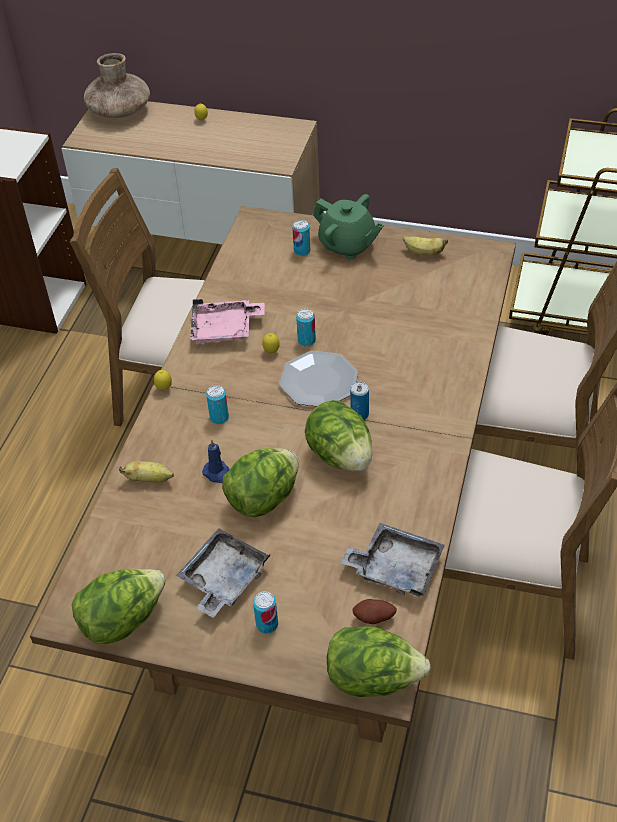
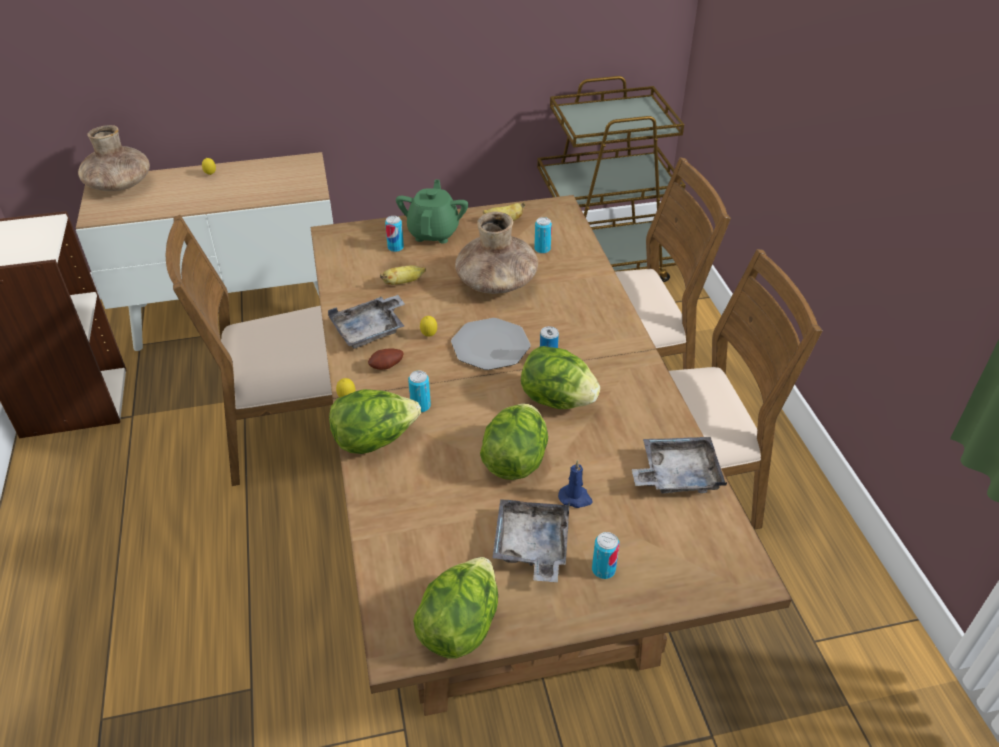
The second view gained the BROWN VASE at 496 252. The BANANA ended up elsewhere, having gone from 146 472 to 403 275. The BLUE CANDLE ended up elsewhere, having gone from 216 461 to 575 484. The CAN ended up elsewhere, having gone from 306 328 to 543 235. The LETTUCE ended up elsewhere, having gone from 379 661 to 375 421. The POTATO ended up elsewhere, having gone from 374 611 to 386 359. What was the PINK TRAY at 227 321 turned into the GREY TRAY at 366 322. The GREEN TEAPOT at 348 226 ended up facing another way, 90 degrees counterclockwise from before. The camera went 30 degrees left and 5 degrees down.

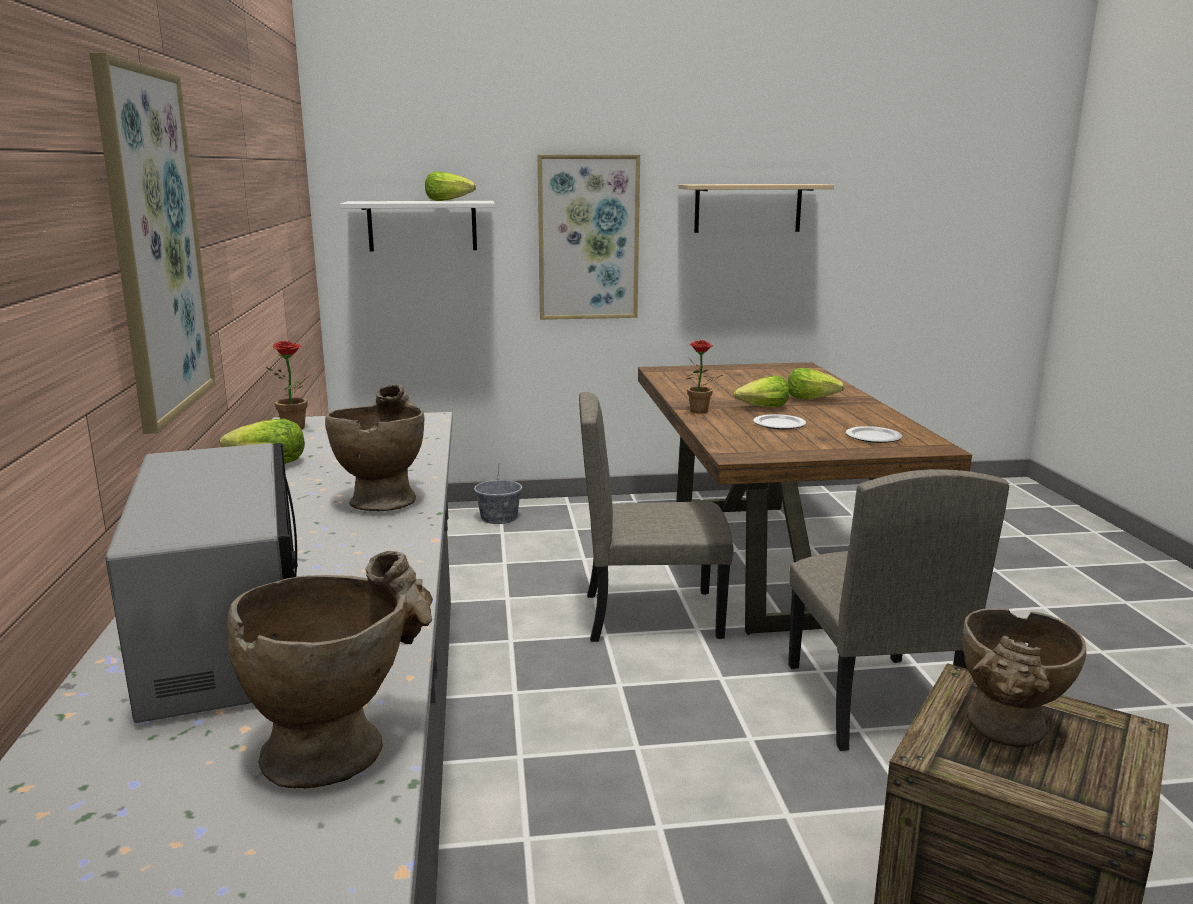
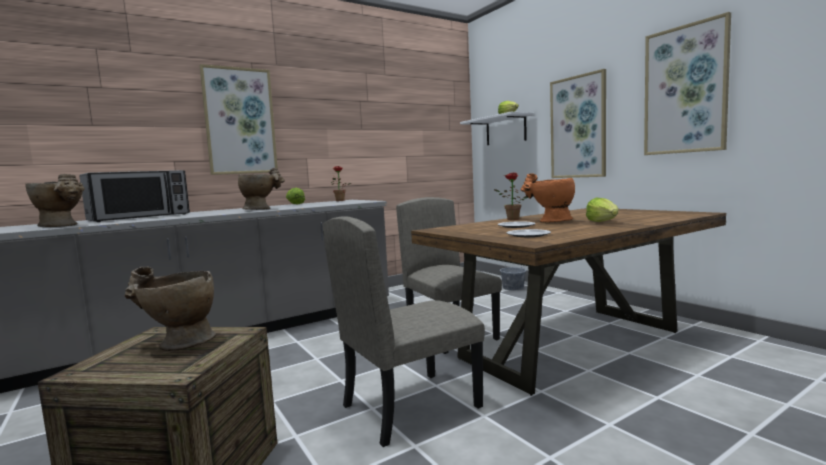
Where the BEIGE SHELF hung at 756 208, the PICTURE came to hang at 687 83. Where the LETTUCE stood at 761 391, the ORANGE VASE came to stand at 548 198. The camera went 65 degrees right and 10 degrees down.

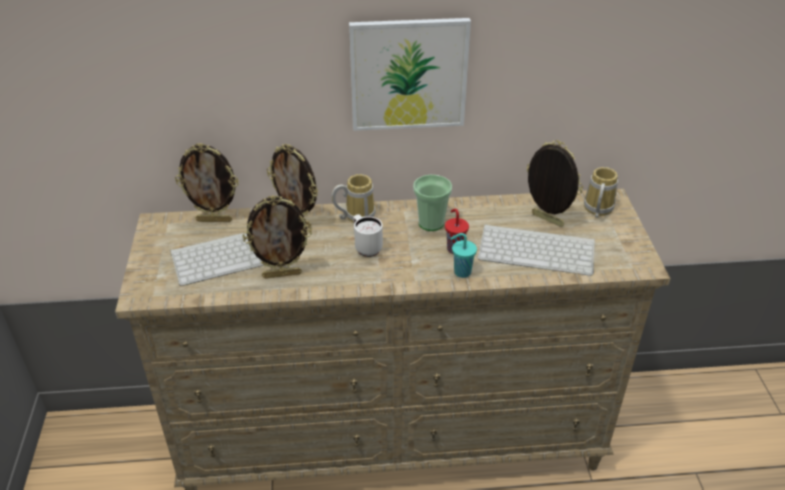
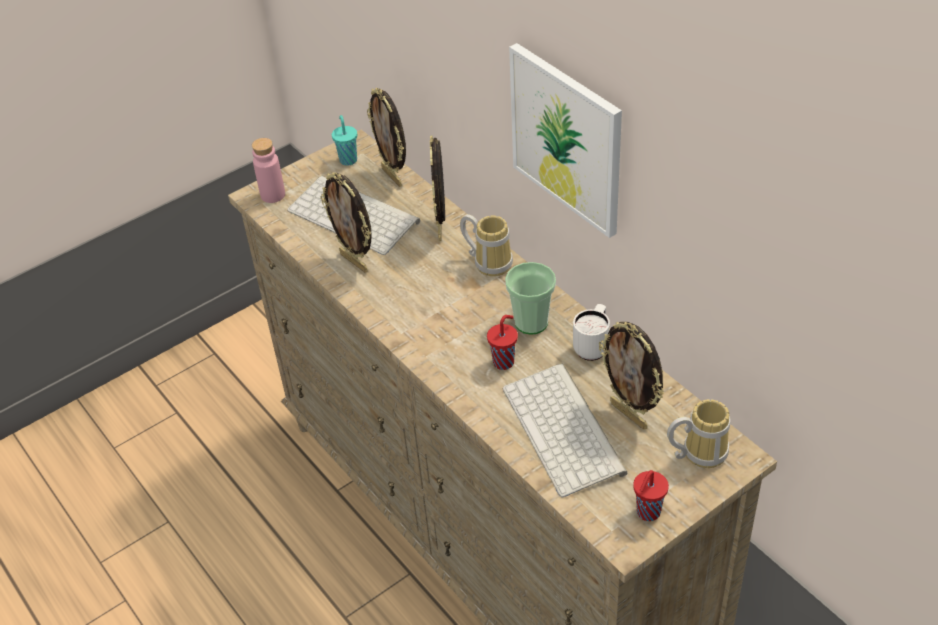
The second view gained the PINK BOTTLE at 268 170. The second view gained the RED CUP at 651 495. The WHITE MUG ended up elsewhere, having gone from 368 235 to 591 332. The TURQUOISE CUP ended up elsewhere, having gone from 463 255 to 344 140. The PICTURE FRAME at 555 183 ended up facing another way, 135 degrees clockwise from before. The camera went 60 degrees right and 5 degrees up.

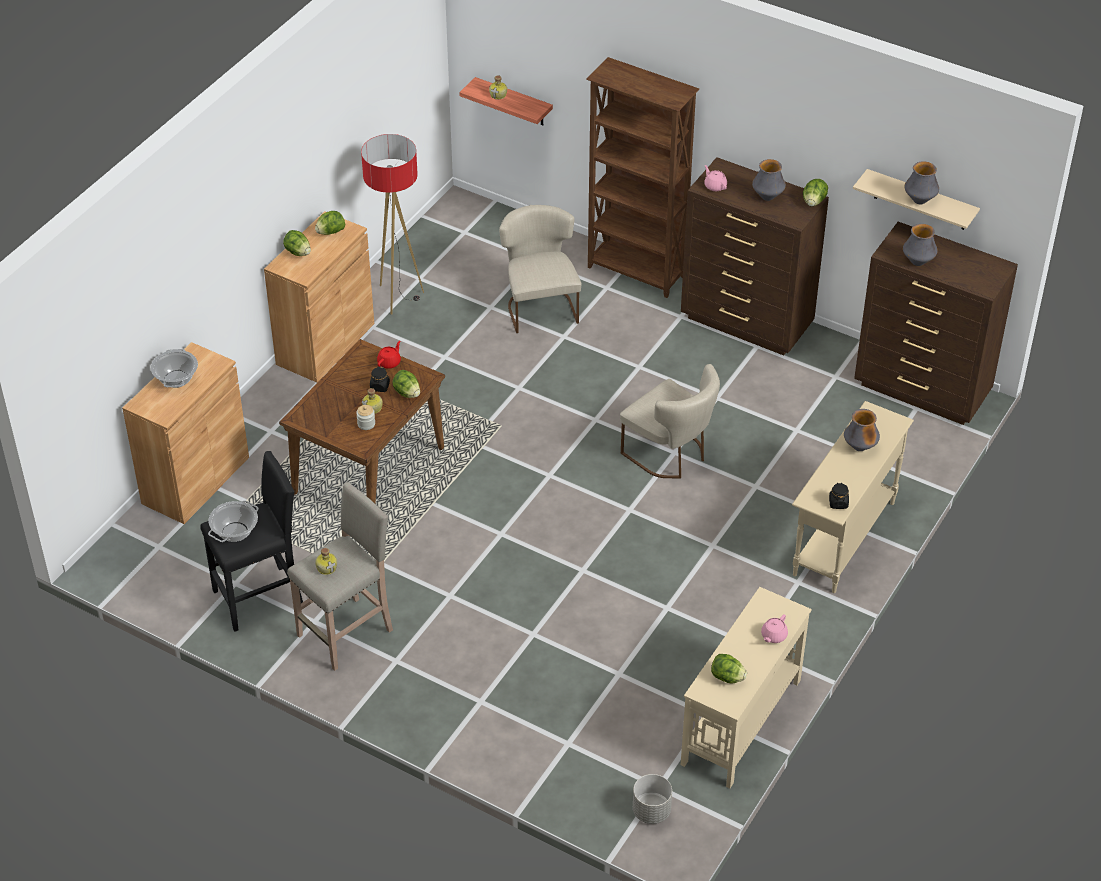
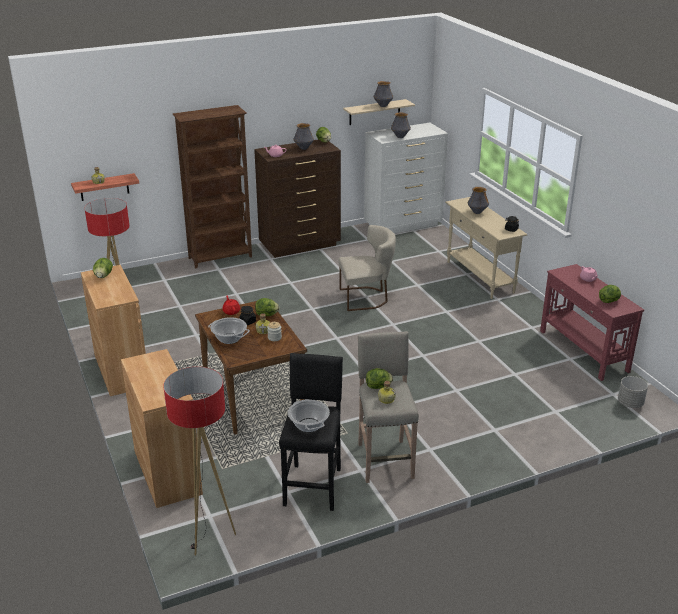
The second view lost the BEIGE CHAIR at 540 269. The second view gained the FLOOR LAMP at 199 461. The COOKING POT ended up elsewhere, having gone from 174 368 to 229 330. The LETTUCE ended up elsewhere, having gone from 297 243 to 379 378. What was the BEIGE CONSOLE TABLE at 746 687 turned into the RED CONSOLE TABLE at 592 322. What was the BROWN DRESSER at 936 323 turned into the WHITE DRESSER at 406 178. The camera went 55 degrees left and 15 degrees down.

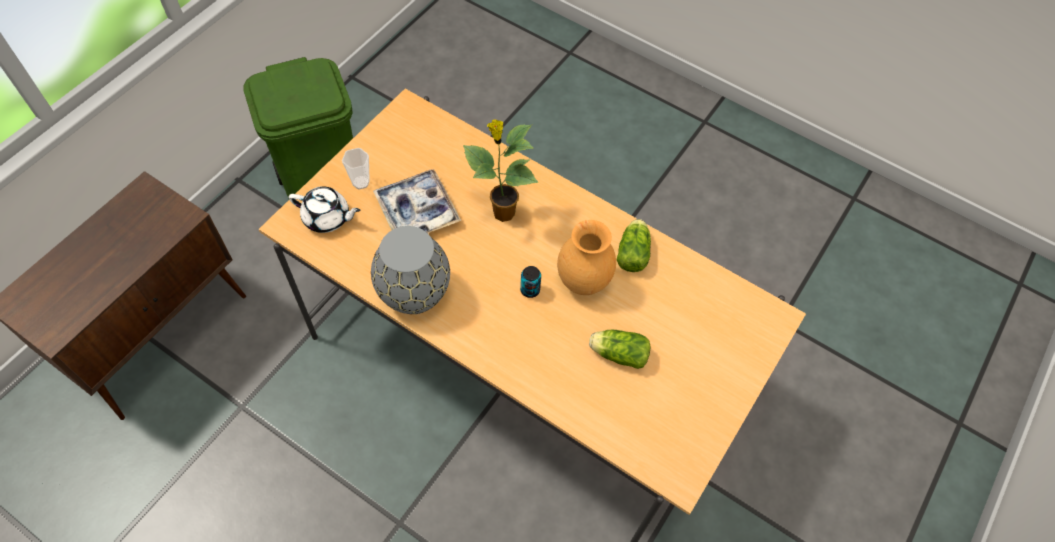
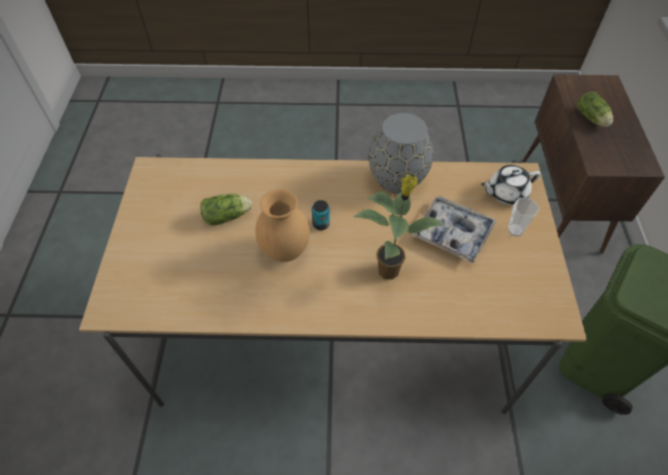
The LETTUCE ended up elsewhere, having gone from 634 245 to 595 109. The camera went 150 degrees right and 5 degrees down.

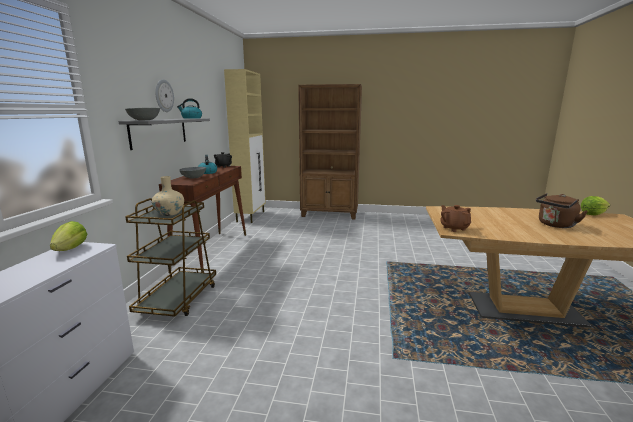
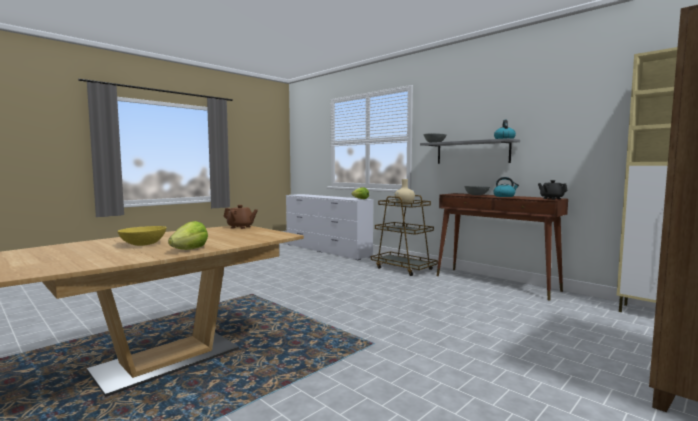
The second view lost the WALL CLOCK at 164 95. The LETTUCE ended up elsewhere, having gone from 595 205 to 188 235. Where the BROWN KETTLE stood at 562 210, the YELLOW BOWL came to stand at 142 236. The camera went 125 degrees right and 10 degrees down.

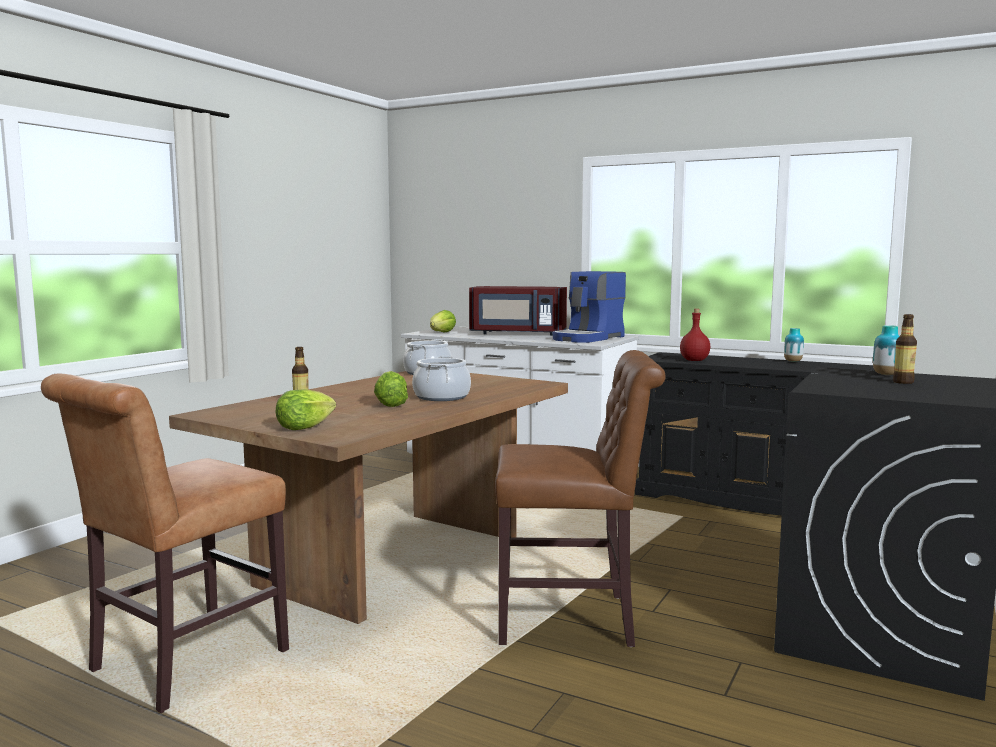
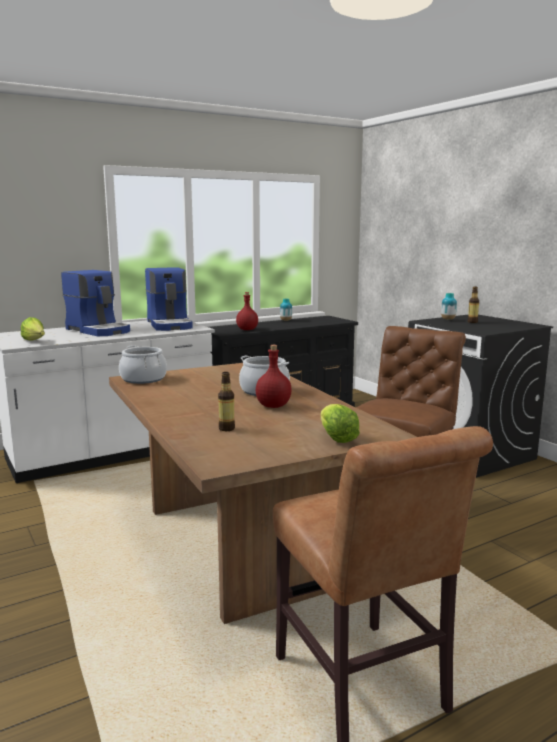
Where the LETTUCE stood at 391 389, the RED BOTTLE came to stand at 274 376. Where the RED MICROWAVE stood at 518 311, the COFFEE MACHINE came to stand at 95 303. The camera went 60 degrees left and 5 degrees up.

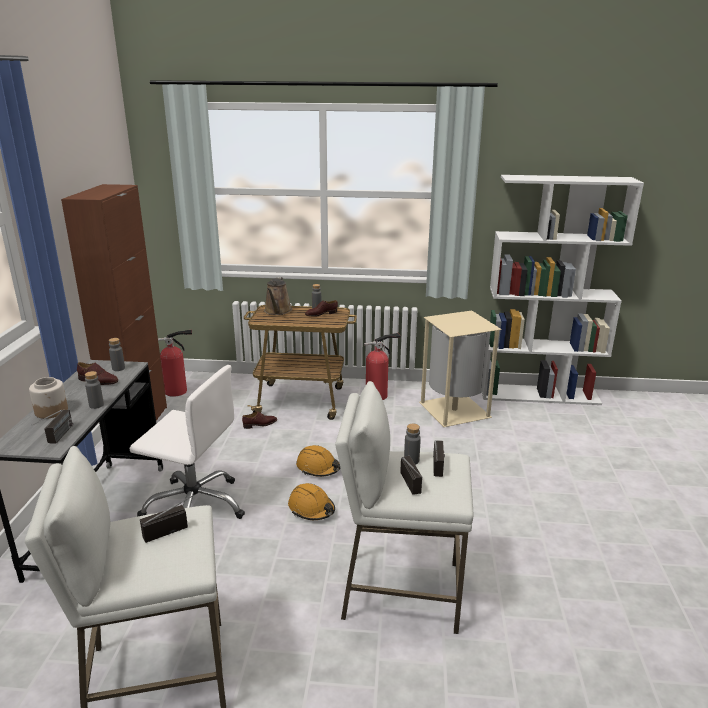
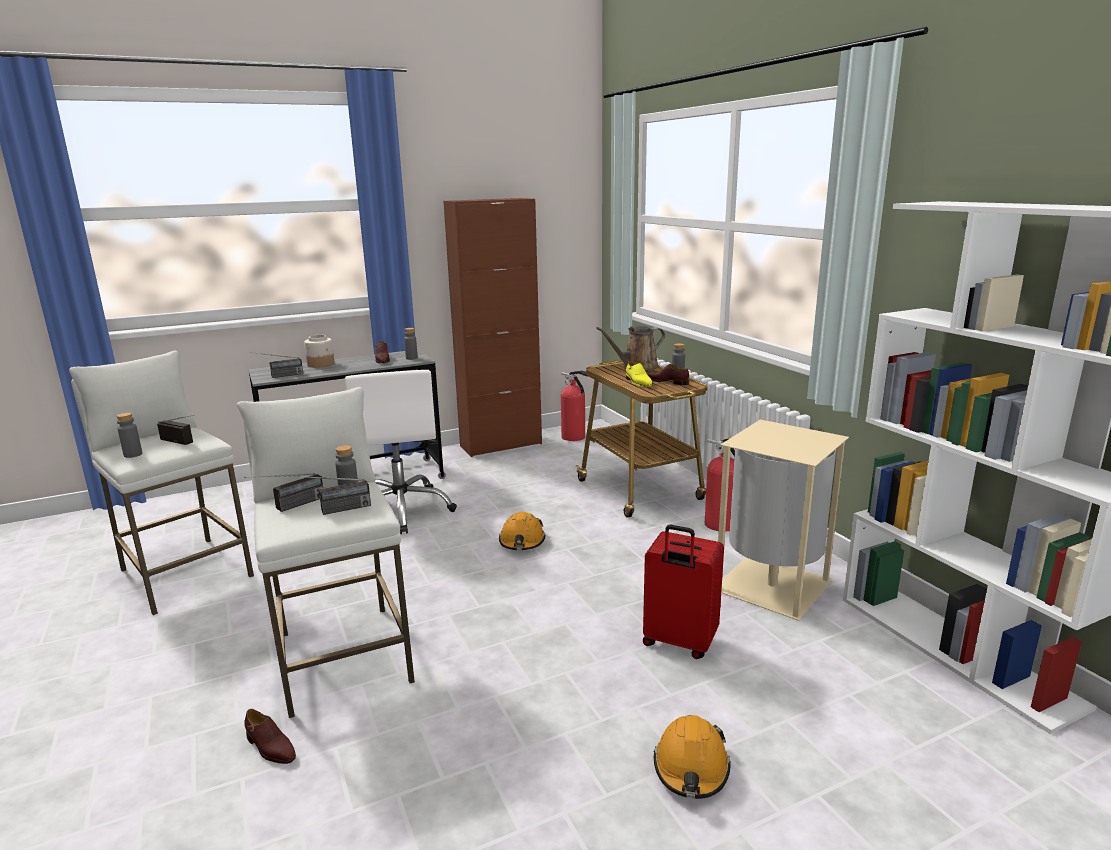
The second view gained the YELLOW SHOE at 639 374. The second view gained the RED SUITCASE at 683 592. The GREY BOTTLE ended up elsewhere, having gone from 94 390 to 129 435. The BROWN SHOE ended up elsewhere, having gone from 259 420 to 270 736. The ORANGE HARD HAT ended up elsewhere, having gone from 311 501 to 692 757. The camera went 60 degrees right and 5 degrees down.

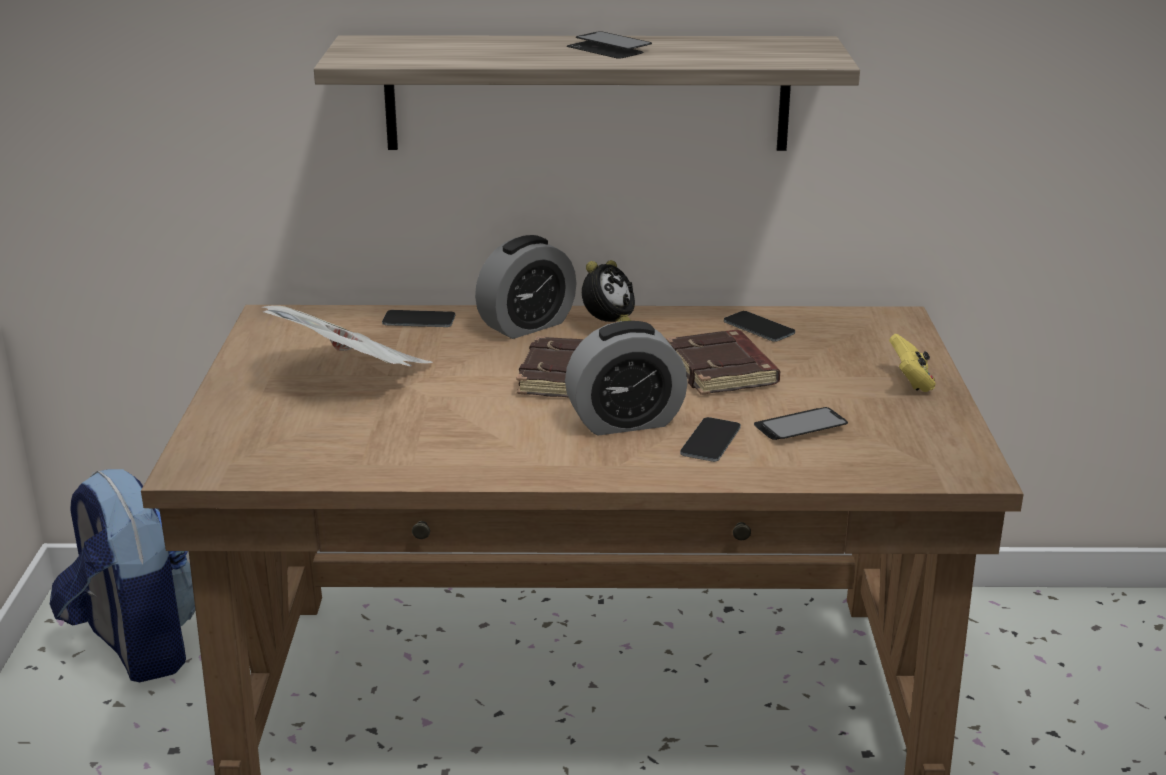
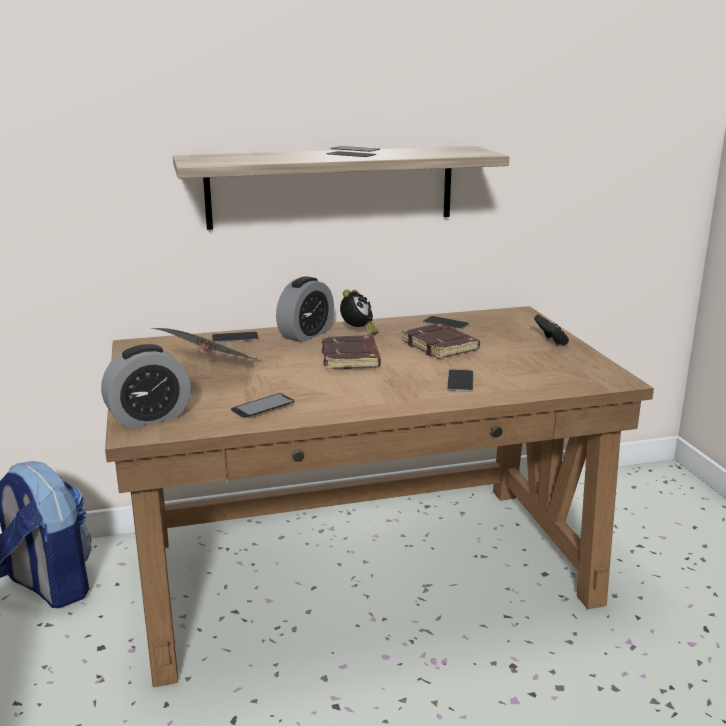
The ALARM CLOCK ended up elsewhere, having gone from 626 378 to 146 386. The PHONE ended up elsewhere, having gone from 801 423 to 263 405. What was the YELLOW GAME CONTROLLER at 912 363 turned into the BLACK GAME CONTROLLER at 551 329. The camera went 15 degrees left and 5 degrees down.

